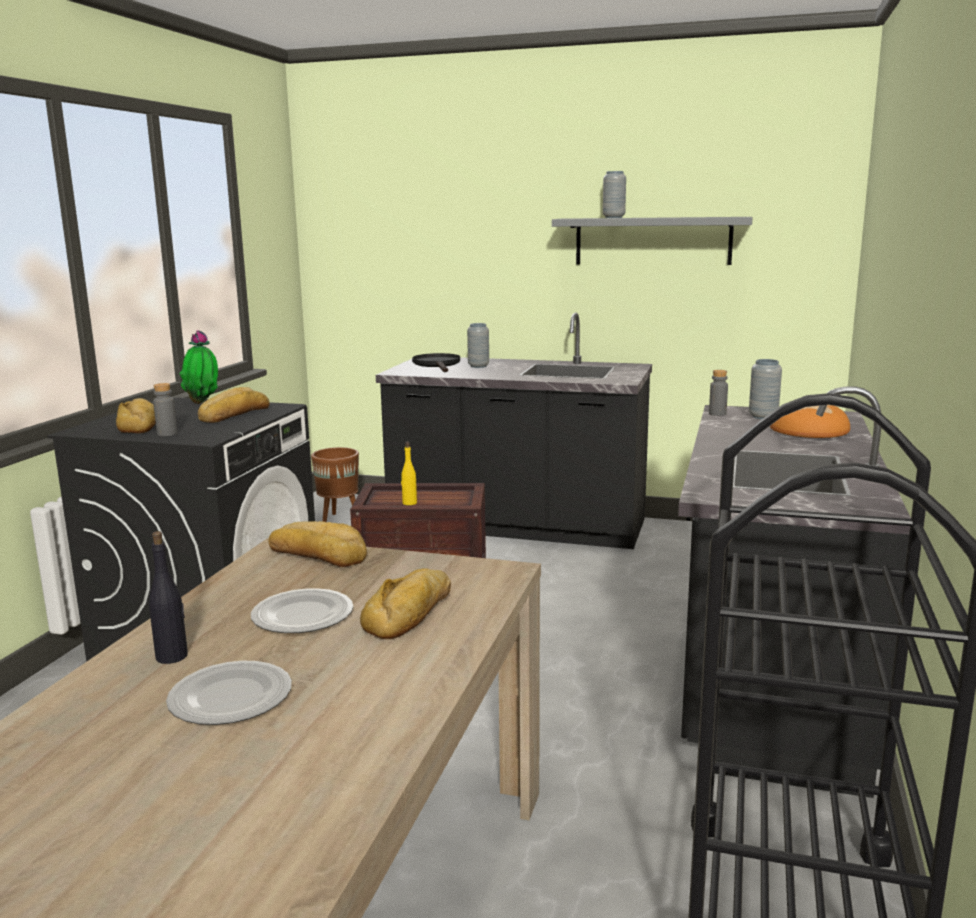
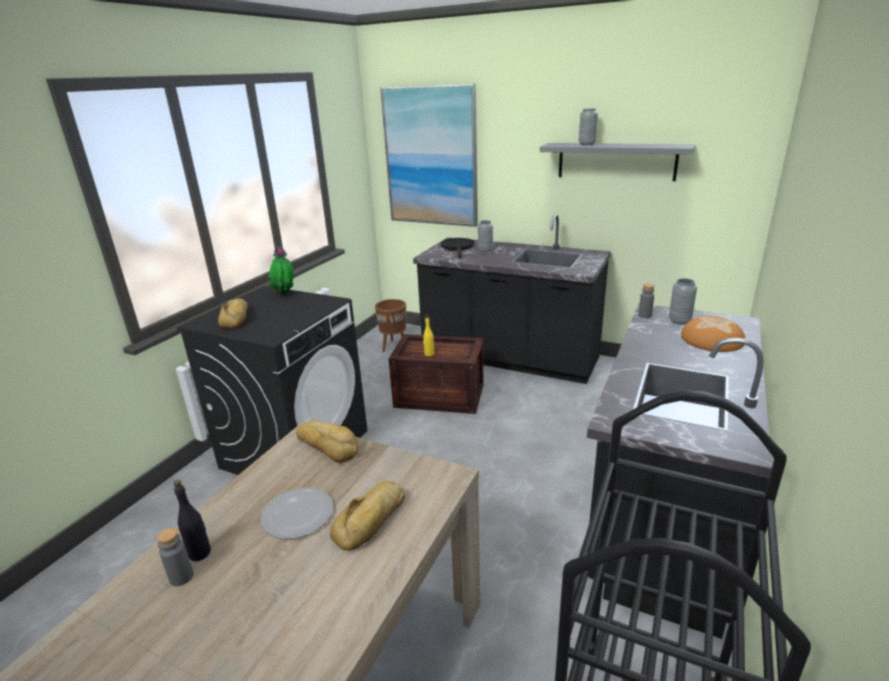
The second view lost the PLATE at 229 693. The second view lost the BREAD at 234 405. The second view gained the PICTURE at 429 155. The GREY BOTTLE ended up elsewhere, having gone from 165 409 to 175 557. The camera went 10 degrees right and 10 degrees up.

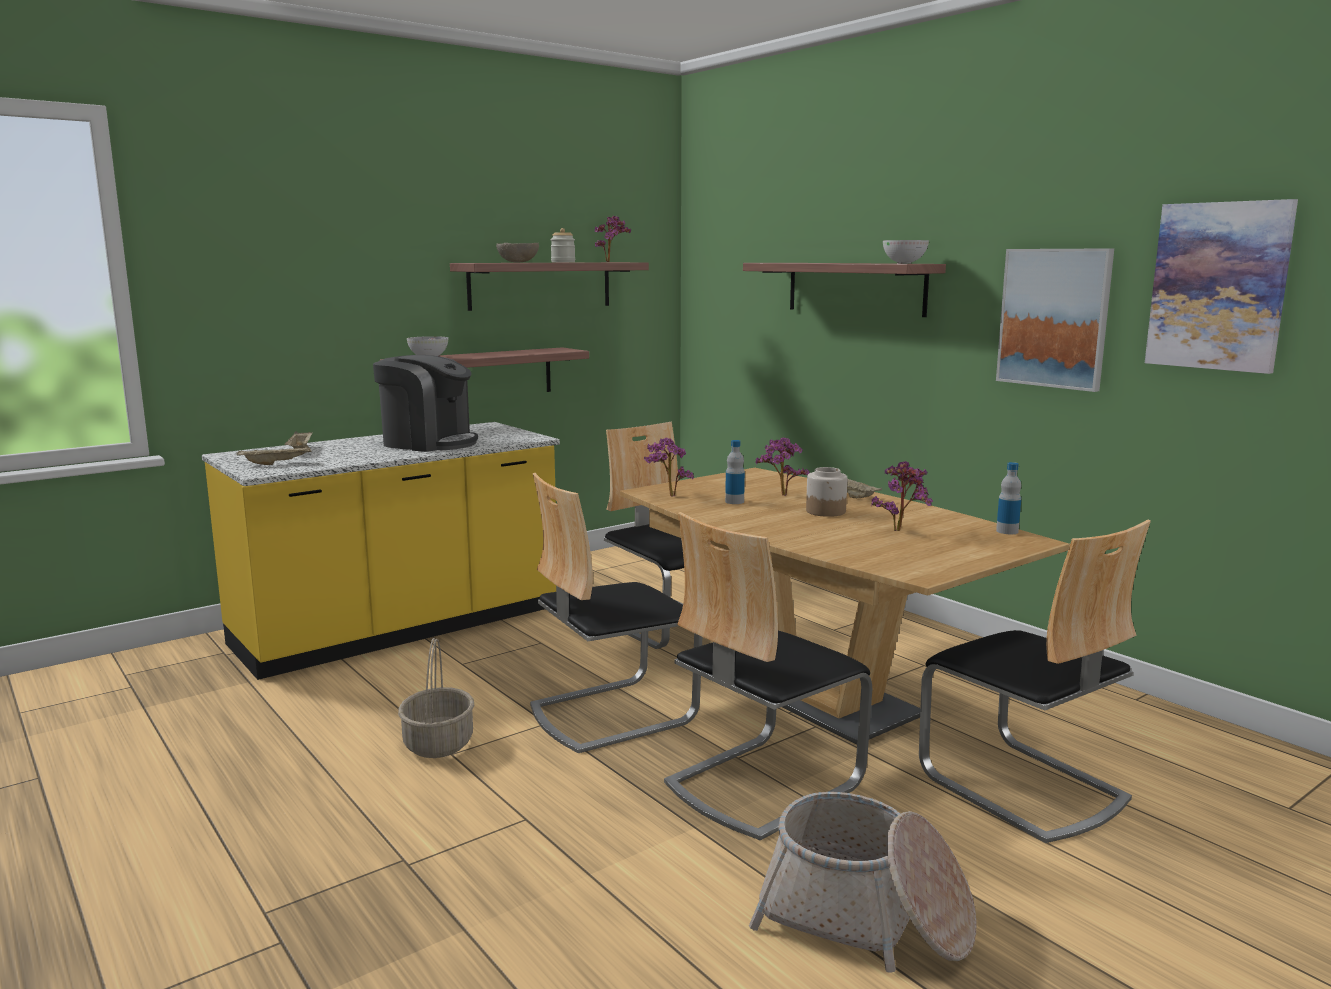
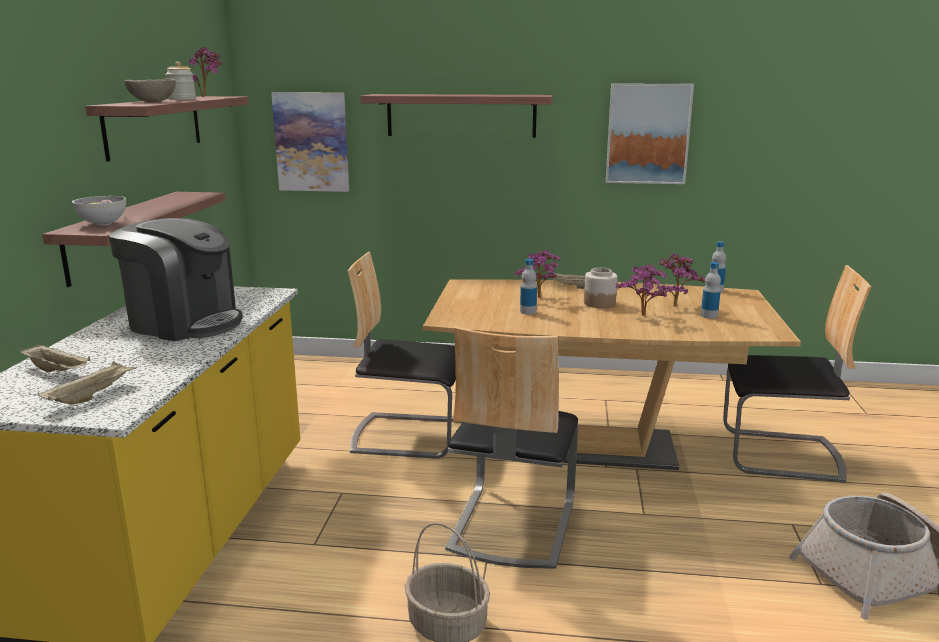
The second view lost the CHAIR at 768 676. The second view lost the BOWL at 906 252. The second view gained the BOTTLE at 711 290. The POTTED PLANT ended up elsewhere, having gone from 669 467 to 641 290. The PICTURE ended up elsewhere, having gone from 1221 286 to 310 142. The COFFEE MACHINE at 425 403 ended up facing another way, 45 degrees clockwise from before. The camera went 45 degrees left and 5 degrees up.

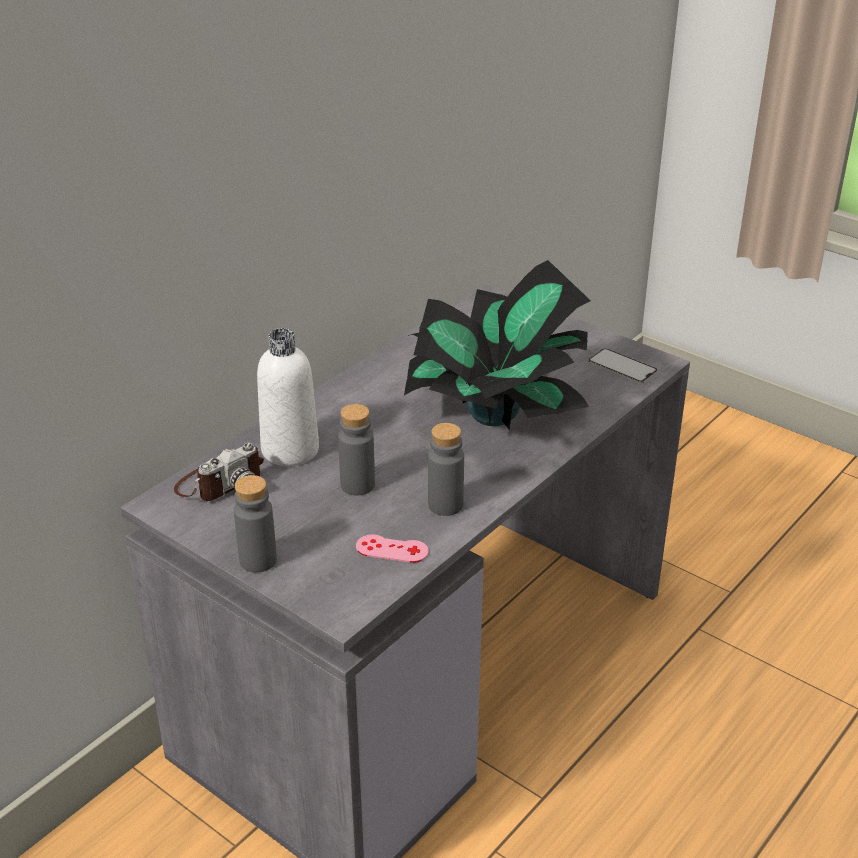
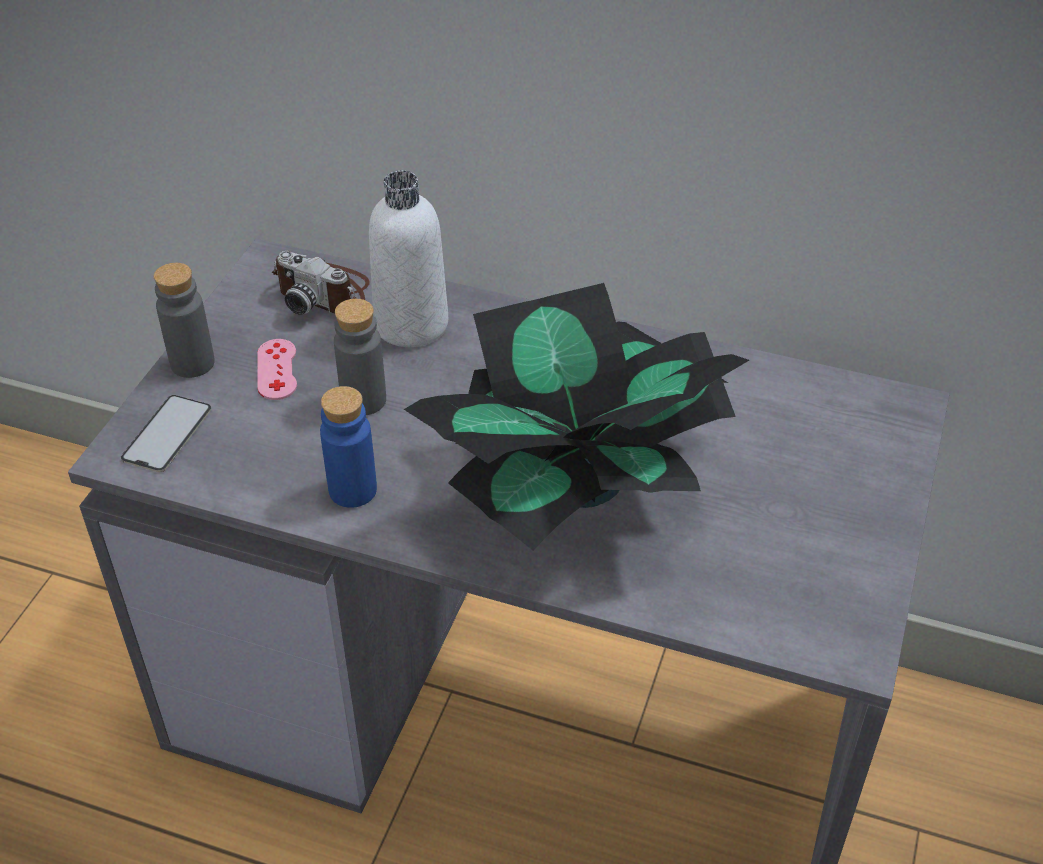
The PINK GAME CONTROLLER ended up elsewhere, having gone from 392 548 to 277 369. The PHONE ended up elsewhere, having gone from 623 365 to 166 433. What was the GREY BOTTLE at 446 469 turned into the BLUE BOTTLE at 348 447. The camera went 70 degrees right and 10 degrees up.

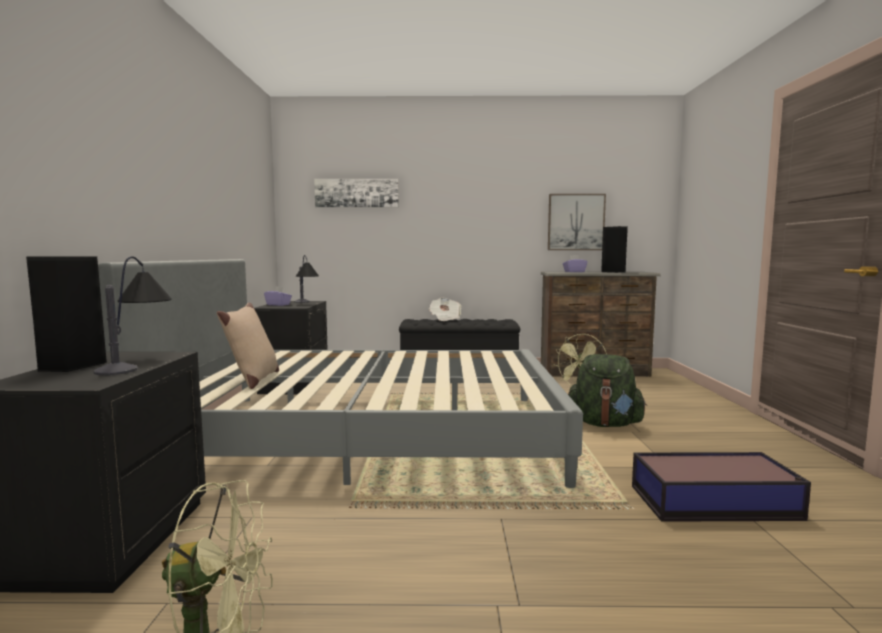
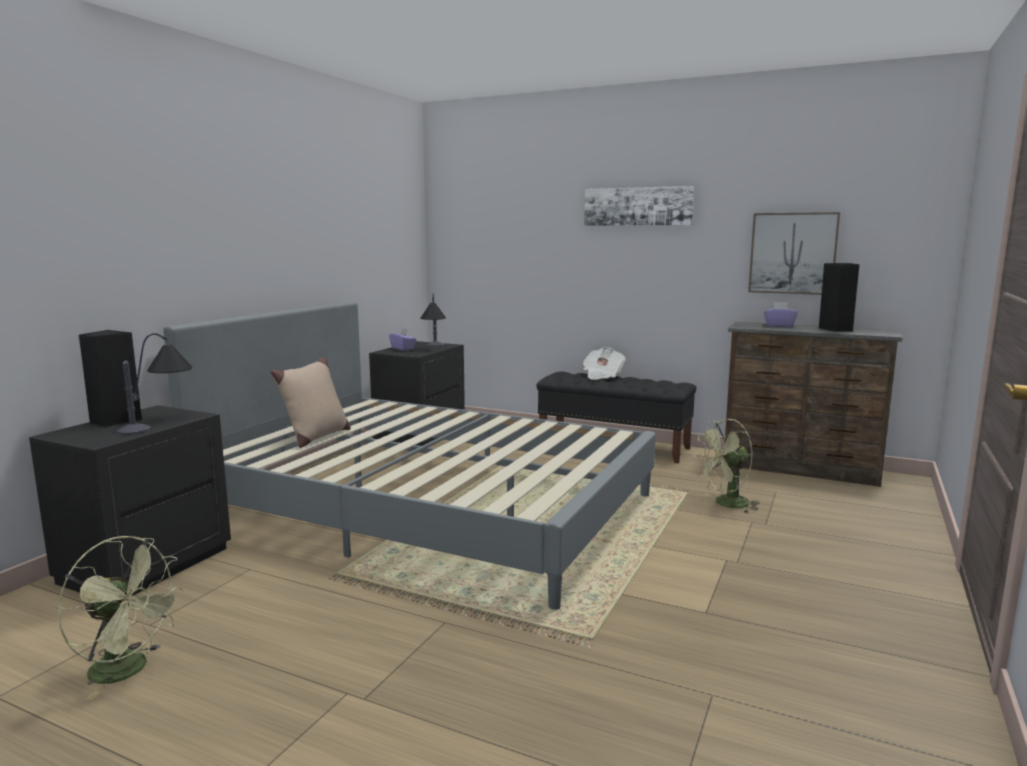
The second view lost the GREEN BACKPACK at 607 390. The second view lost the STORAGE BOX at 721 487. The PICTURE ended up elsewhere, having gone from 356 193 to 639 206. The camera went 25 degrees right and 5 degrees up.

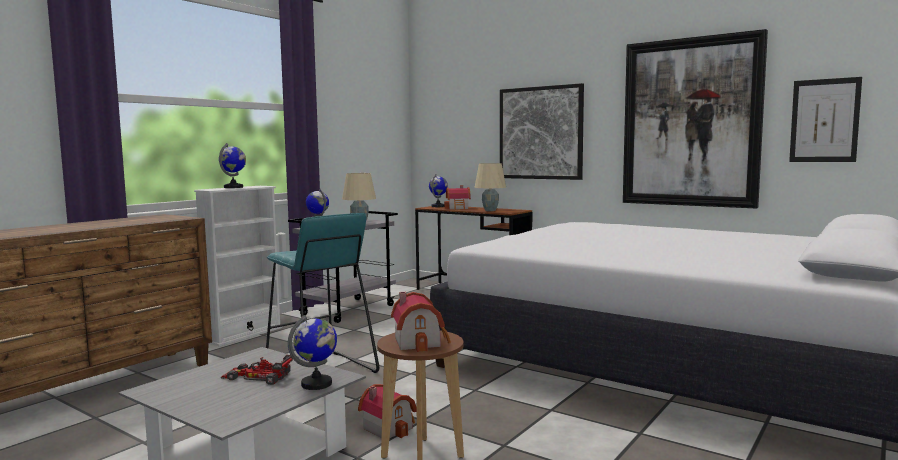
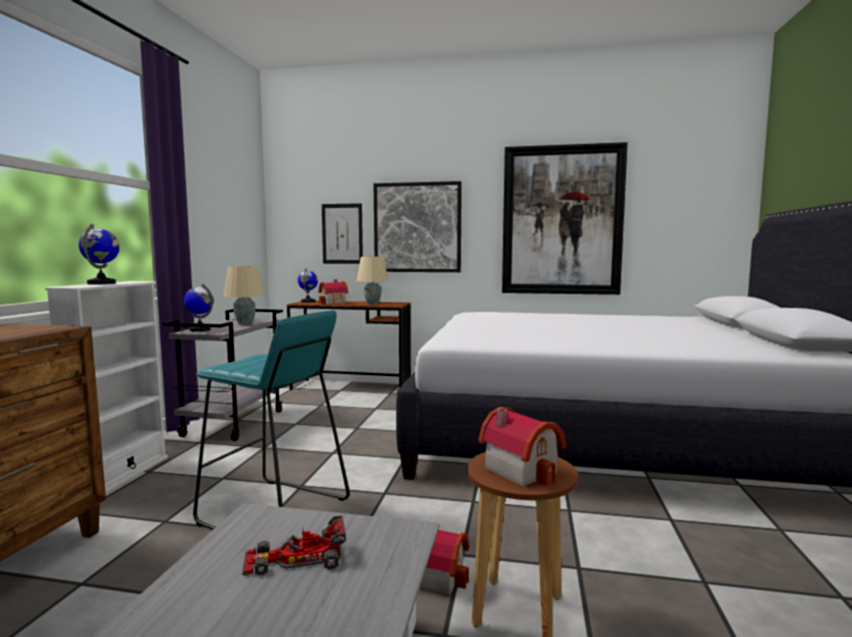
The second view lost the GLOBE at 312 352. The PICTURE ended up elsewhere, having gone from 825 119 to 342 233. The camera went 25 degrees left and 0 degrees up.

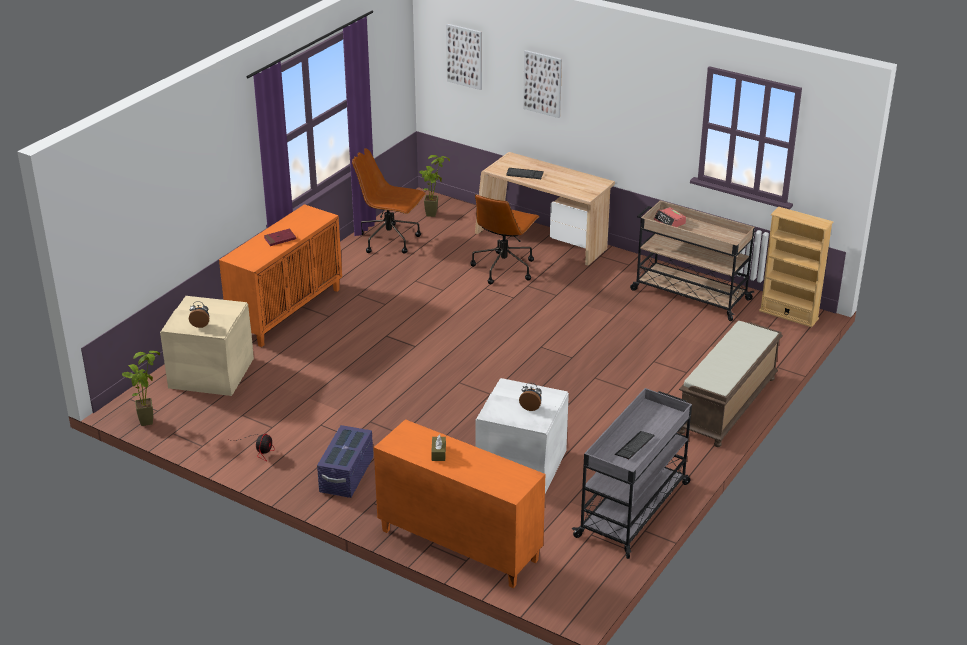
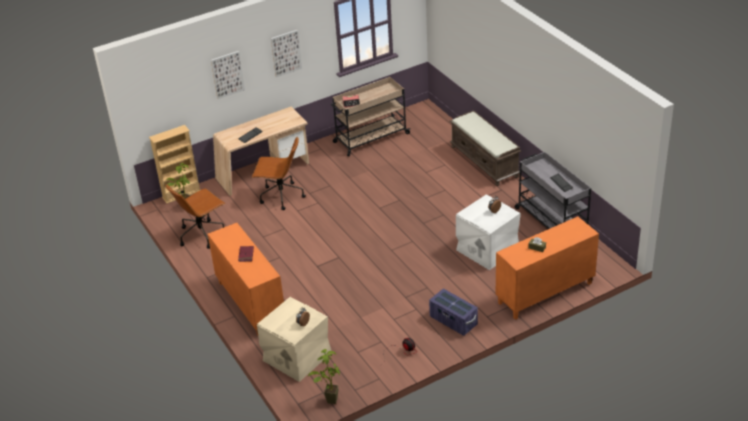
The PICTURE ended up elsewhere, having gone from 464 57 to 286 53. The BEIGE BOOKCASE ended up elsewhere, having gone from 796 267 to 174 164. The BROWN OFFICE CHAIR at 505 239 ended up facing another way, 45 degrees counterclockwise from before. The camera went 60 degrees left and 5 degrees up.

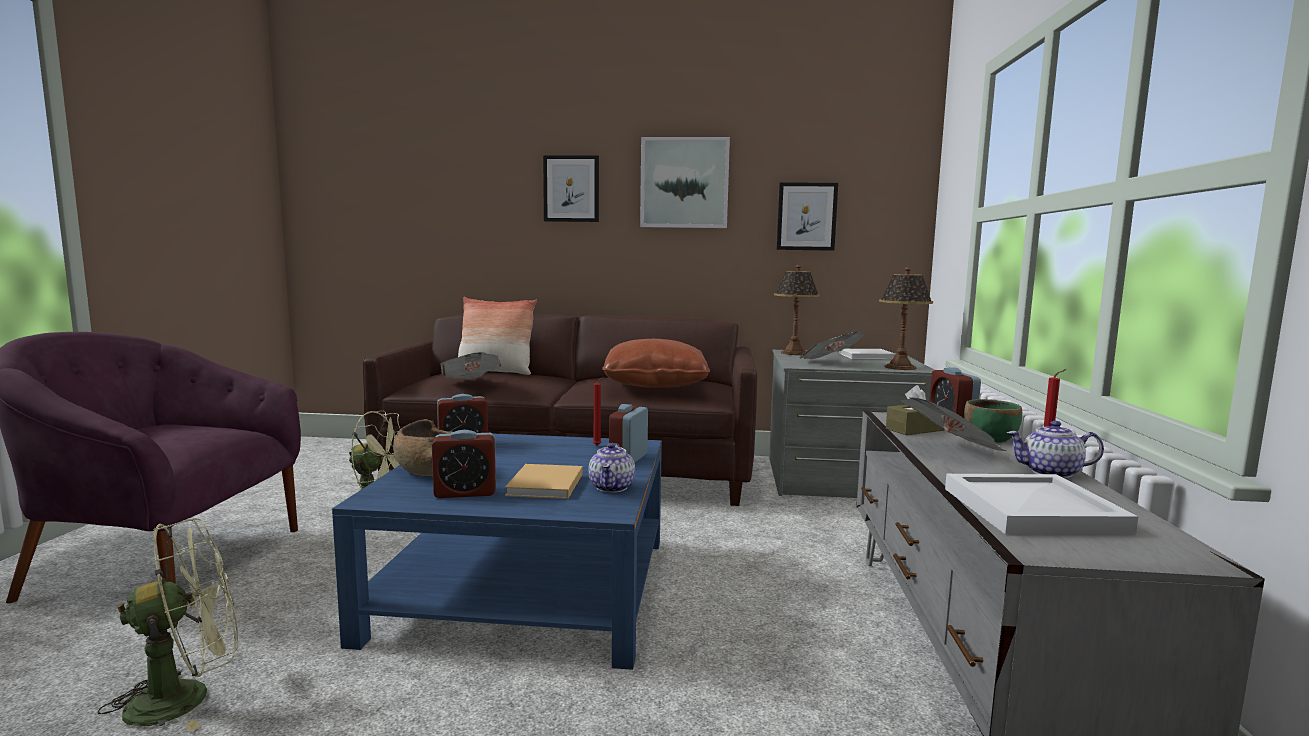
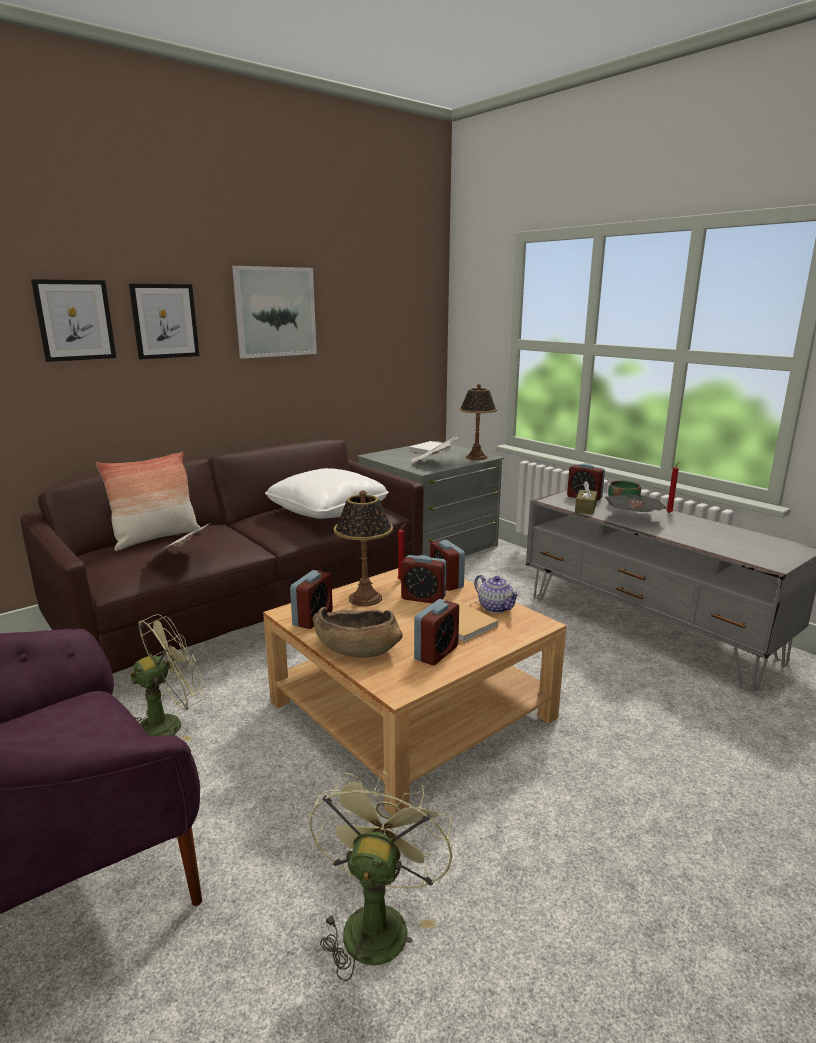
The second view lost the WHITE TRAY at 1041 504. The second view lost the TEAPOT at 1055 449. The second view gained the ALARM CLOCK at 423 579. The TABLE LAMP ended up elsewhere, having gone from 797 310 to 363 548. The PICTURE ended up elsewhere, having gone from 807 216 to 73 320. What was the BLUE COFFEE TABLE at 497 552 turned into the BEIGE COFFEE TABLE at 414 692. What was the BROWN PILLOW at 656 363 turned into the WHITE PILLOW at 327 493. The camera went 45 degrees left and 10 degrees up.

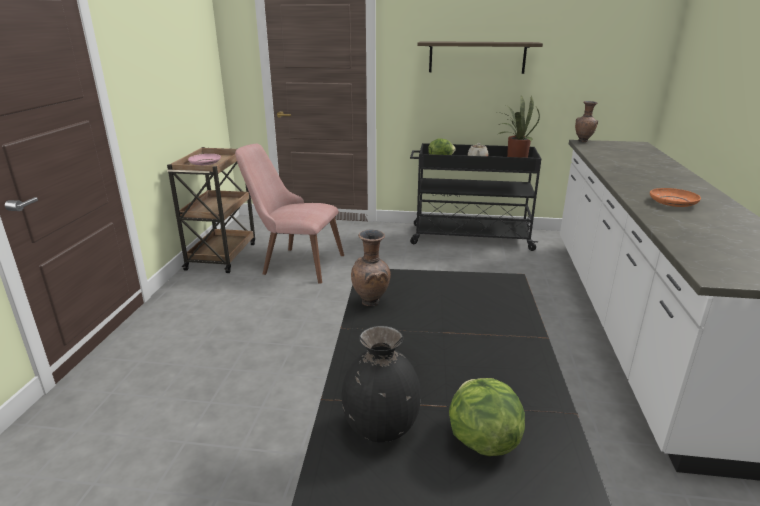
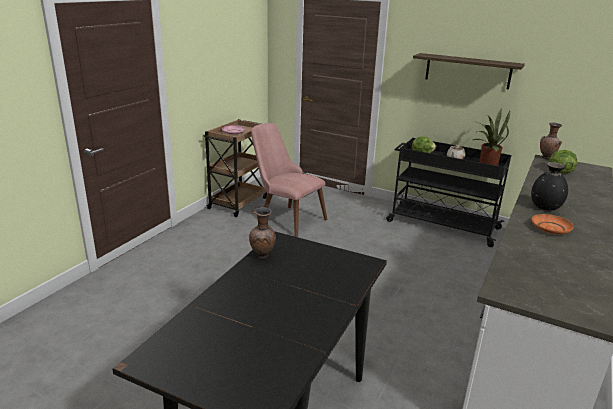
The BLACK VASE ended up elsewhere, having gone from 381 384 to 549 186. The LETTUCE ended up elsewhere, having gone from 487 417 to 563 161. The camera went 20 degrees right and 0 degrees up.

